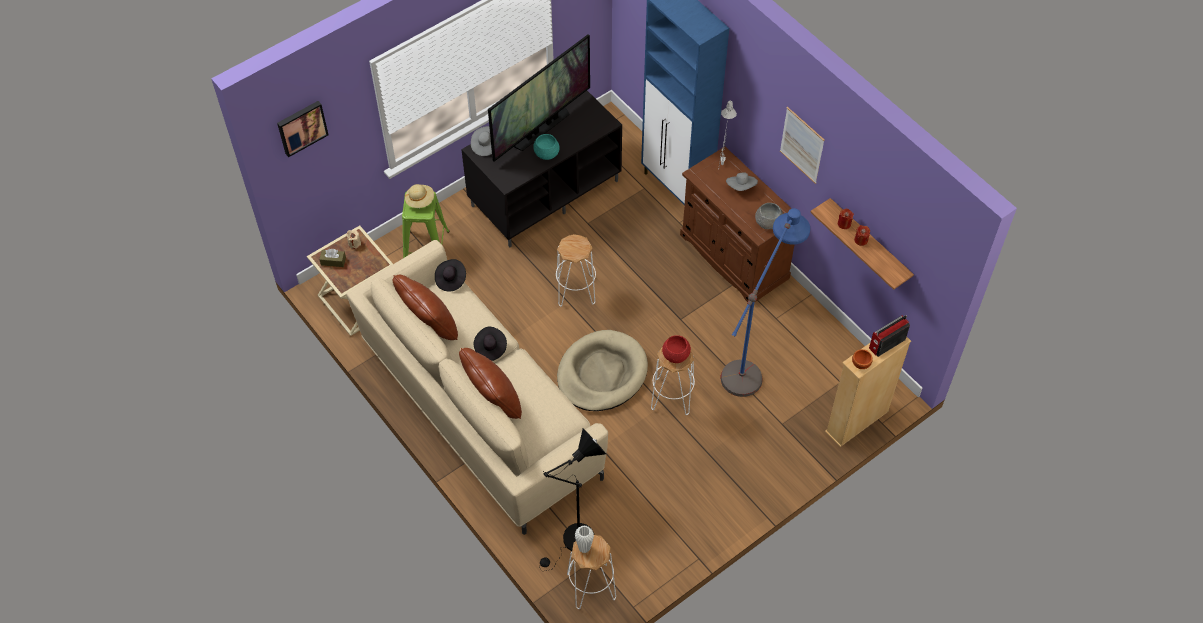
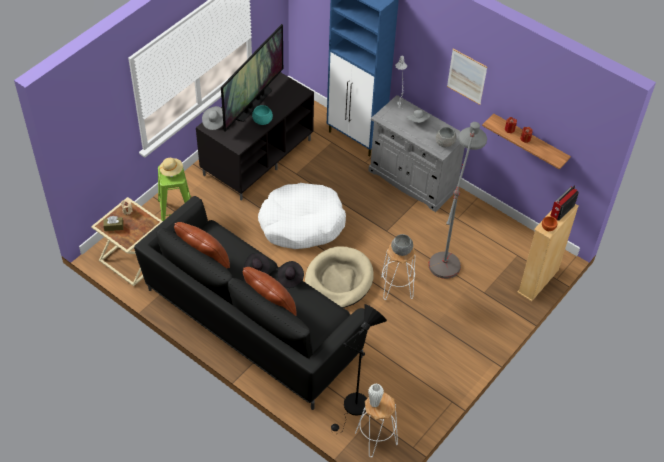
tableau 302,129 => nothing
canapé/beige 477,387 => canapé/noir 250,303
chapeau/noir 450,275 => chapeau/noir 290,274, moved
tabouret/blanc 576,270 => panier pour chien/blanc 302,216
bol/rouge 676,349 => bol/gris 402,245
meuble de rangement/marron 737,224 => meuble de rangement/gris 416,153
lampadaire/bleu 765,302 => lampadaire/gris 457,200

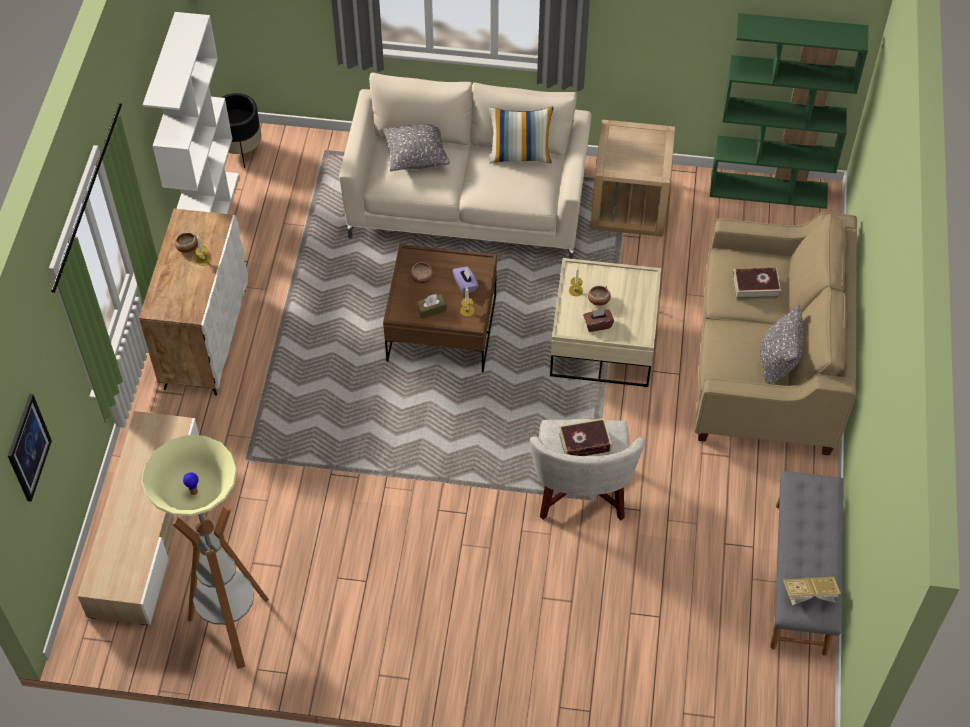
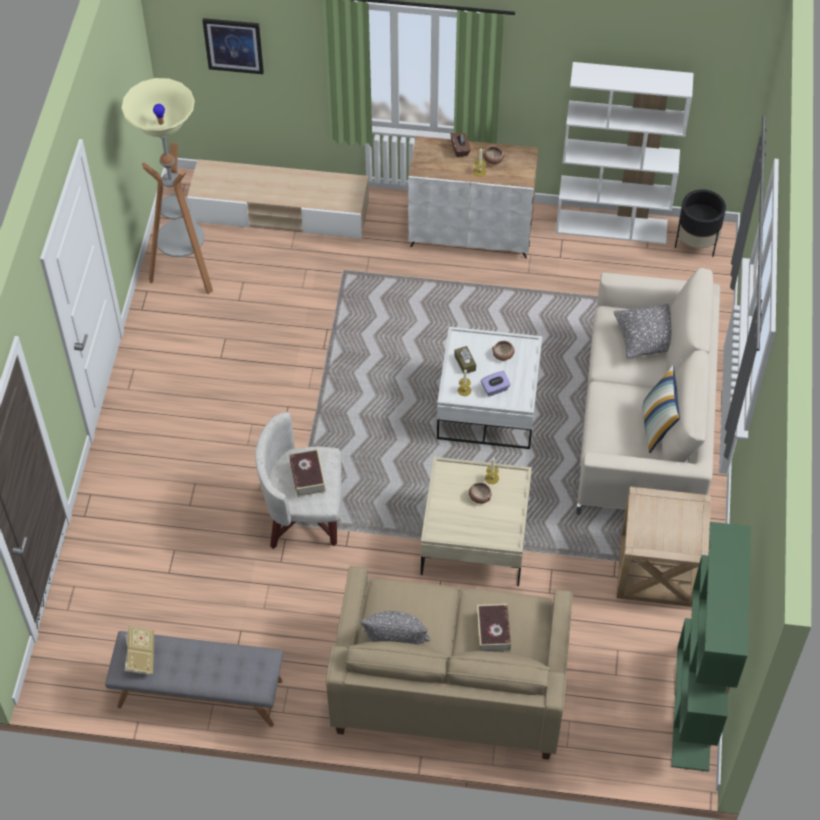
table basse/marron 440,308 => table basse/blanc 489,388
boîte à mouchoirs/marron 598,320 => boîte à mouchoirs/marron 460,144, moved

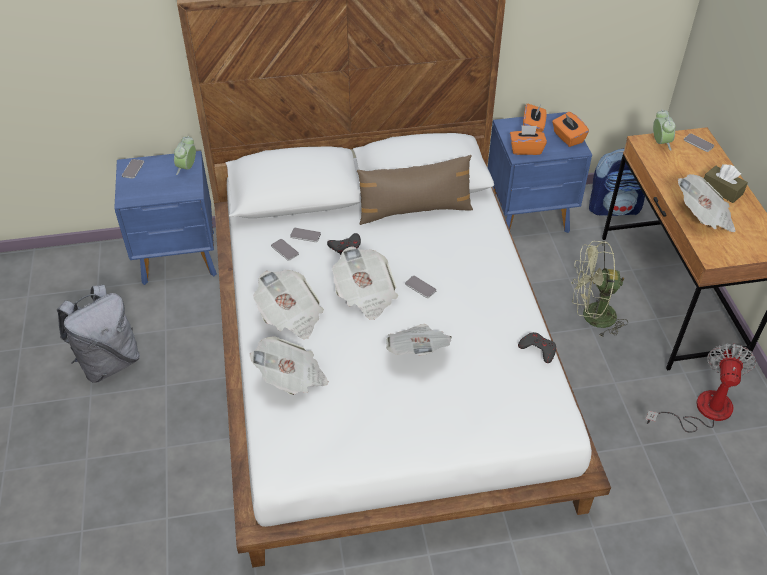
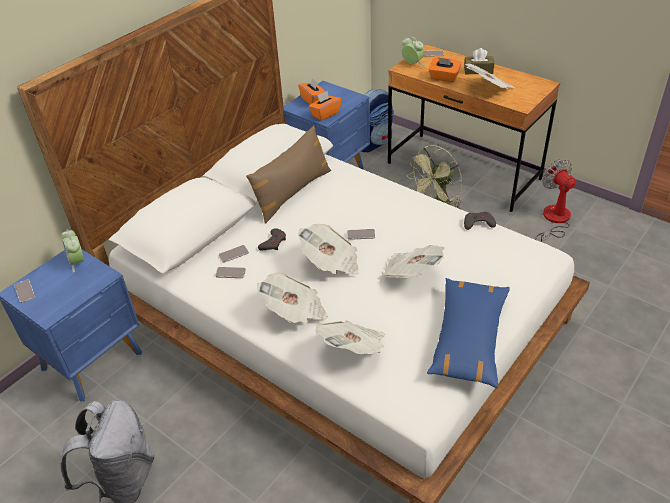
boîte à mouchoirs/orange 570,129 => boîte à mouchoirs/orange 444,69, moved
nothing => coussin/bleu 468,333

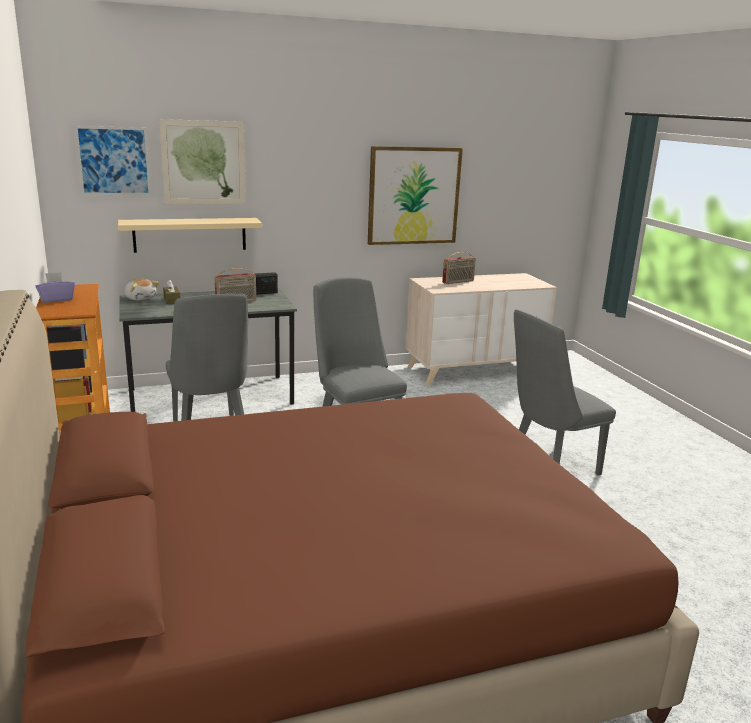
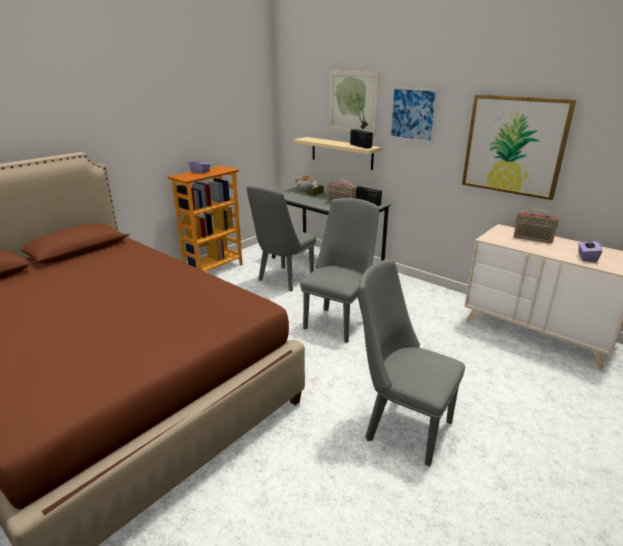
tableau 113,160 => tableau 414,115, moved
nothing => radio 361,139
nothing => boîte à mouchoirs/violet 590,251

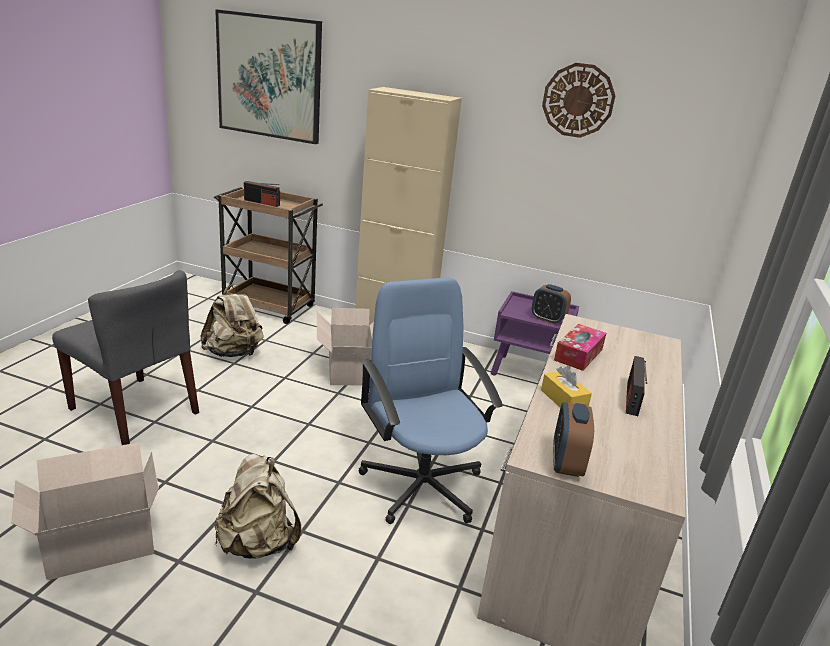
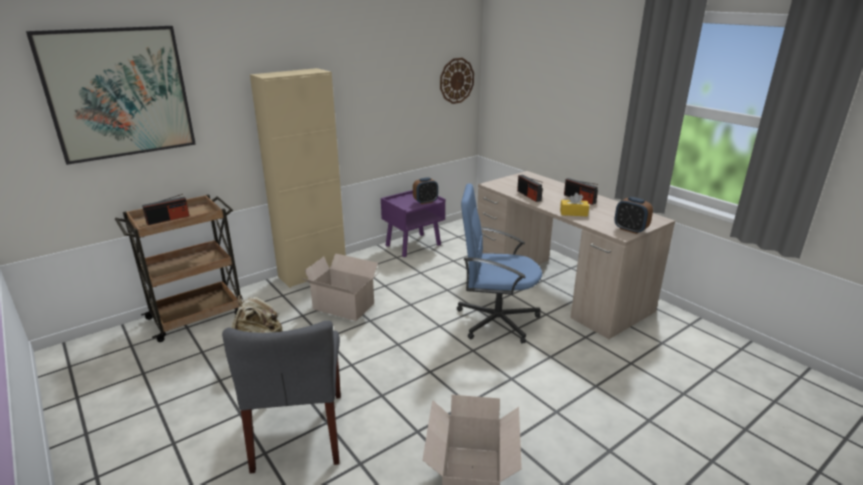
chaise/gris 125,357 => chaise/gris 281,397, 105 degrees clockwise
sac à dos/beige 258,506 => nothing
horloge murale 578,100 => horloge murale 457,81, moved
boîte à mouchoirs 580,347 => radio 530,188

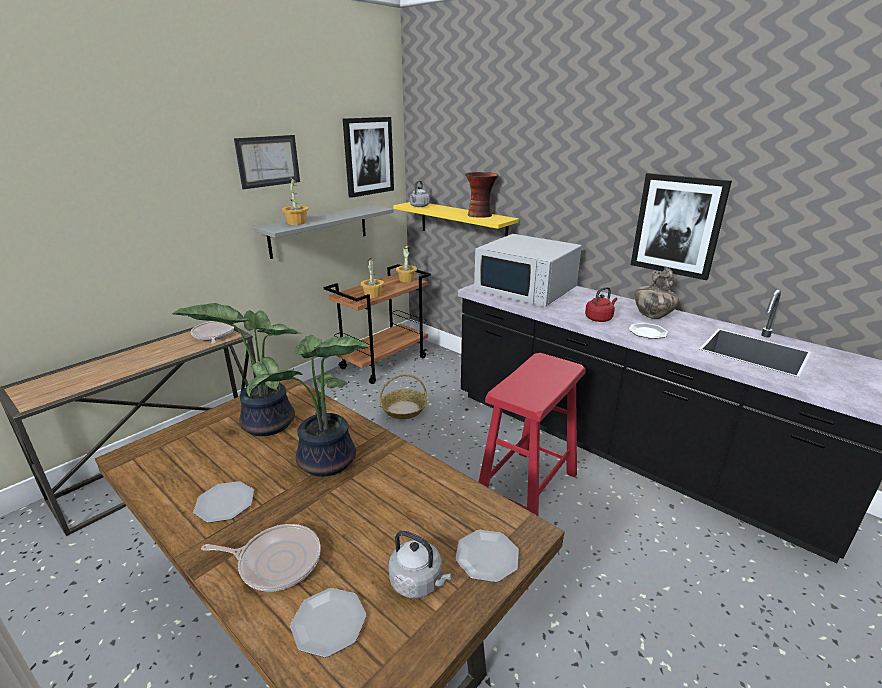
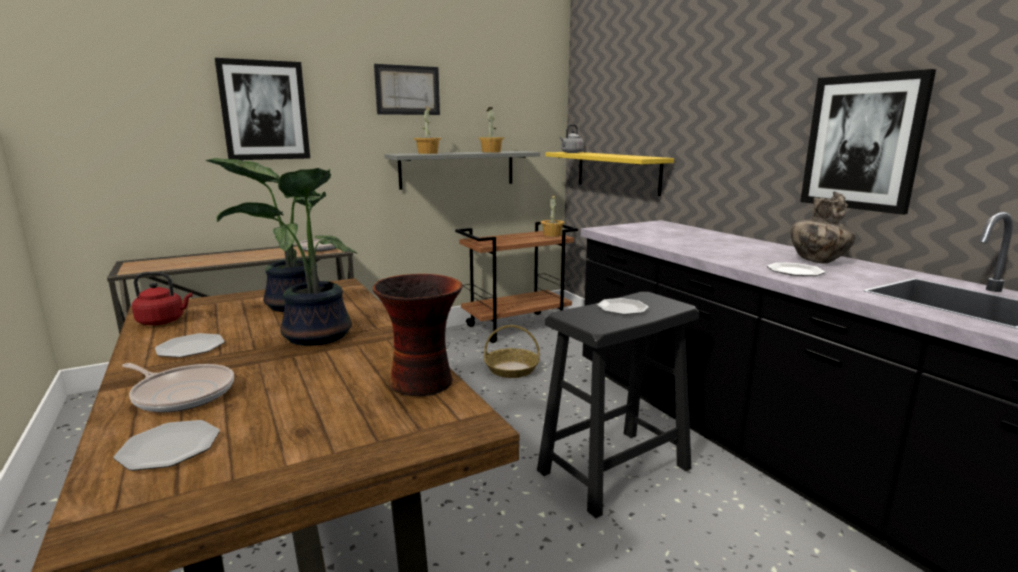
tableau 368,157 => tableau 262,109, moved
plante en pot 372,278 => plante en pot 491,130, moved
bouilloire/gris 420,564 => nothing
assiette 487,556 => assiette 623,306, moved
vase 482,195 => vase 418,335, moved
micro-ondes/blanc 528,270 => nothing
tabouret/rouge 532,434 => tabouret/noir 618,405
bouilloire/rouge 601,304 => bouilloire/rouge 162,298, moved

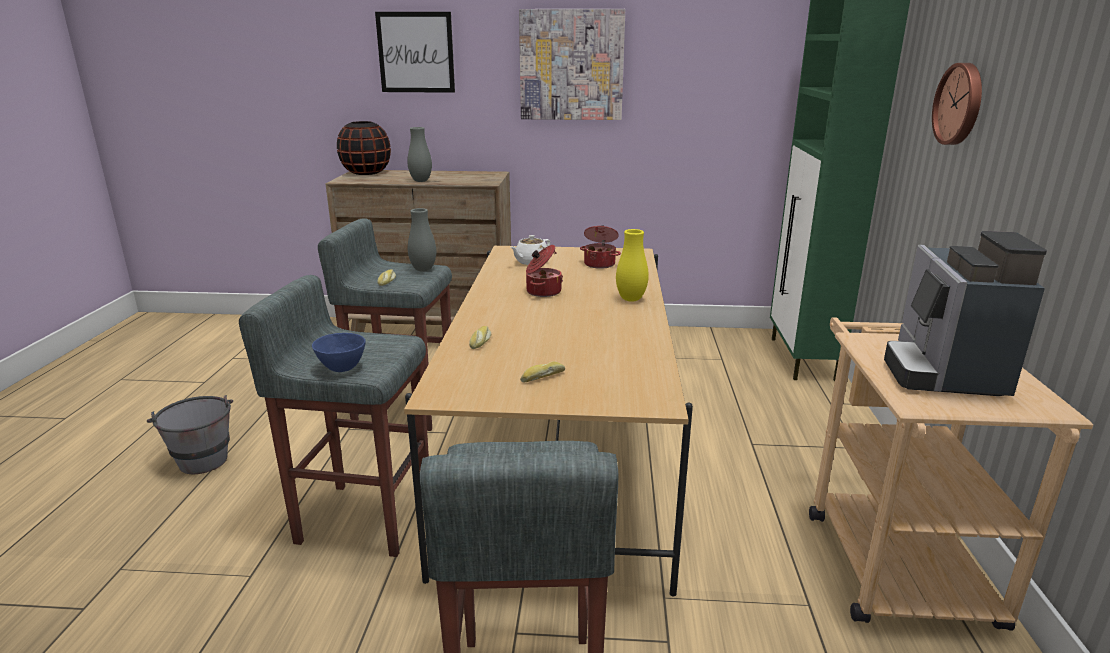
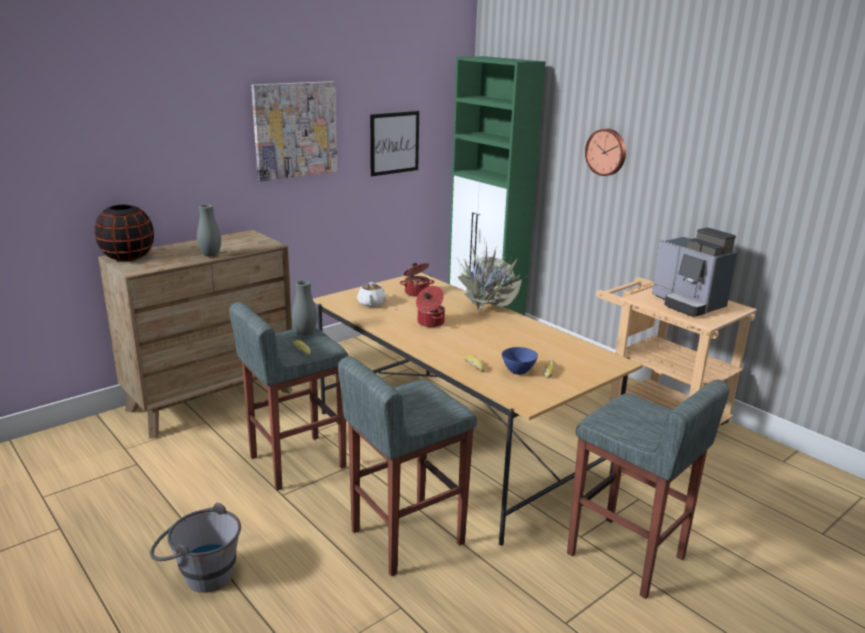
bol/bleu 339,352 => bol/bleu 520,361, moved
tableau 415,52 => tableau 394,143, moved
vase/jaune 632,265 => plante en pot 491,282

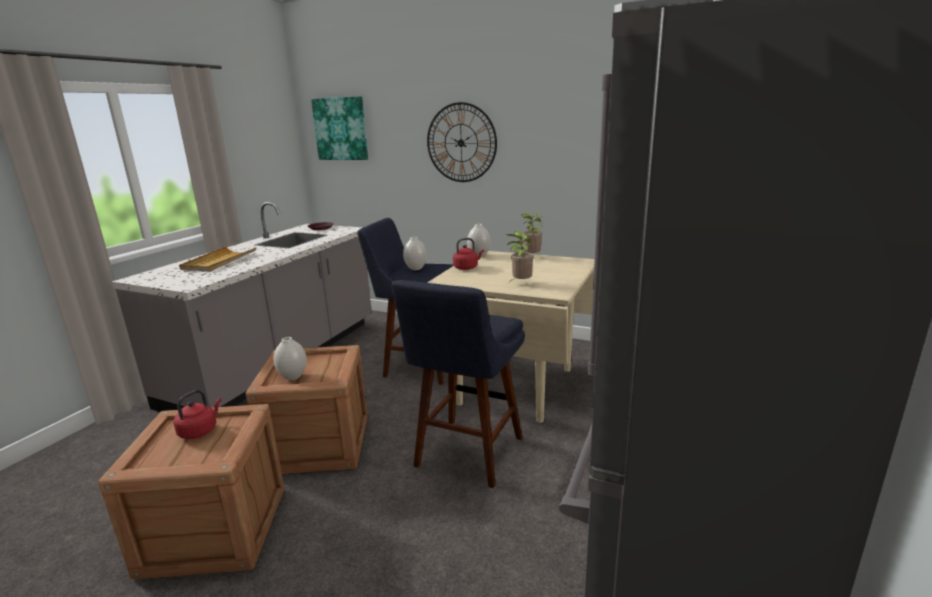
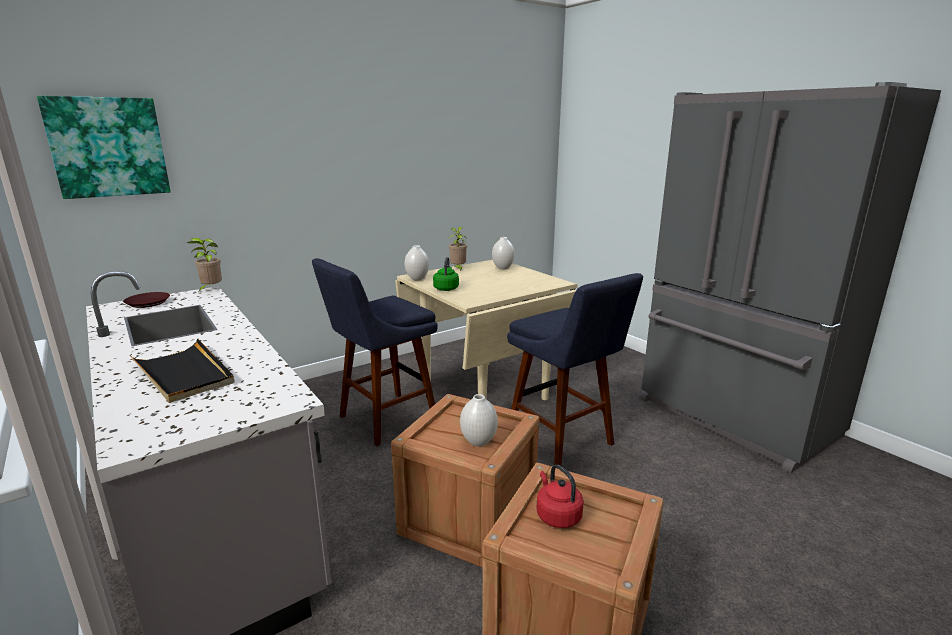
plateau/beige 217,259 => plateau/noir 182,370
vase/blanc 415,253 => vase/blanc 503,253, moved
horloge murale 462,142 => nothing
bouilloire/rouge 468,254 => bouilloire/vert 446,274
plante en pot 520,256 => plante en pot 204,264, moved

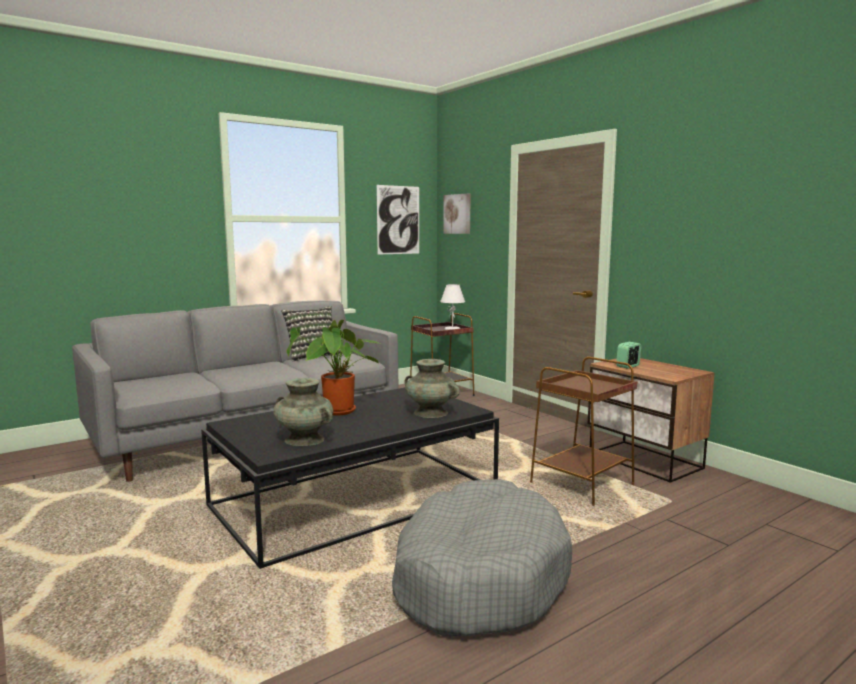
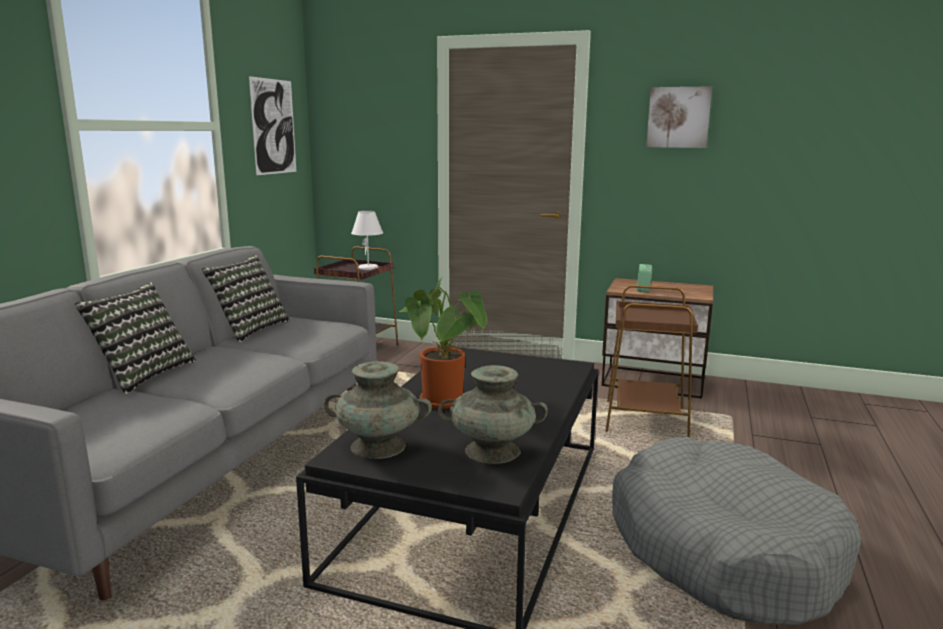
vase/turquoise 432,388 => vase/turquoise 378,410, moved
tableau 457,213 => tableau 679,117, moved
nothing => coussin 135,338

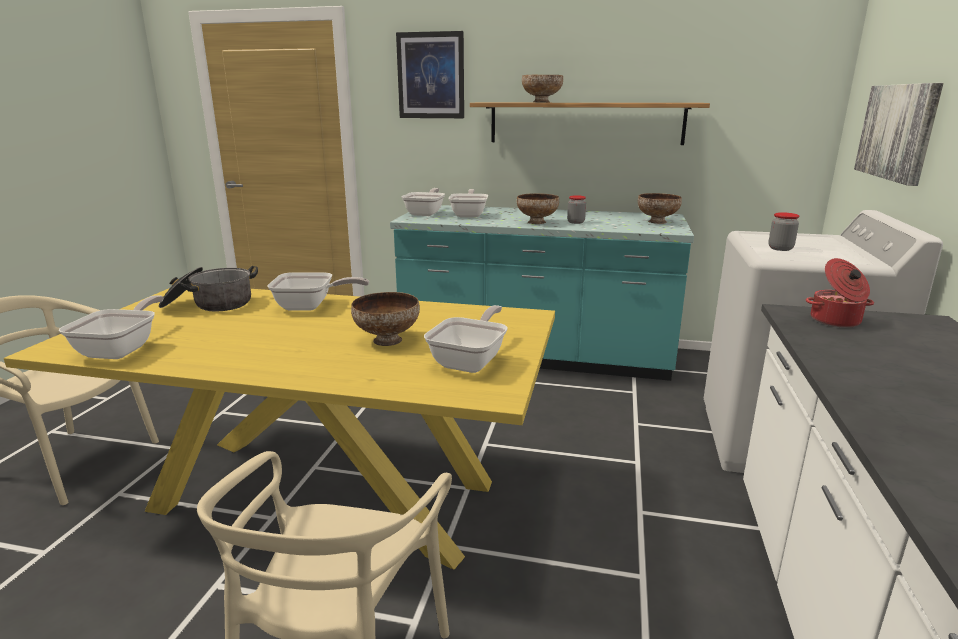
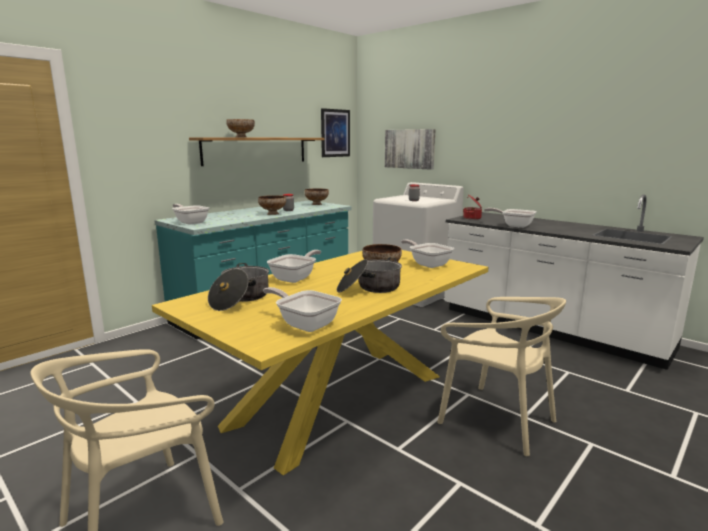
tableau 430,74 => tableau 335,132, moved
poêle 468,203 => poêle 510,218, moved
nothing => marmite 369,275

